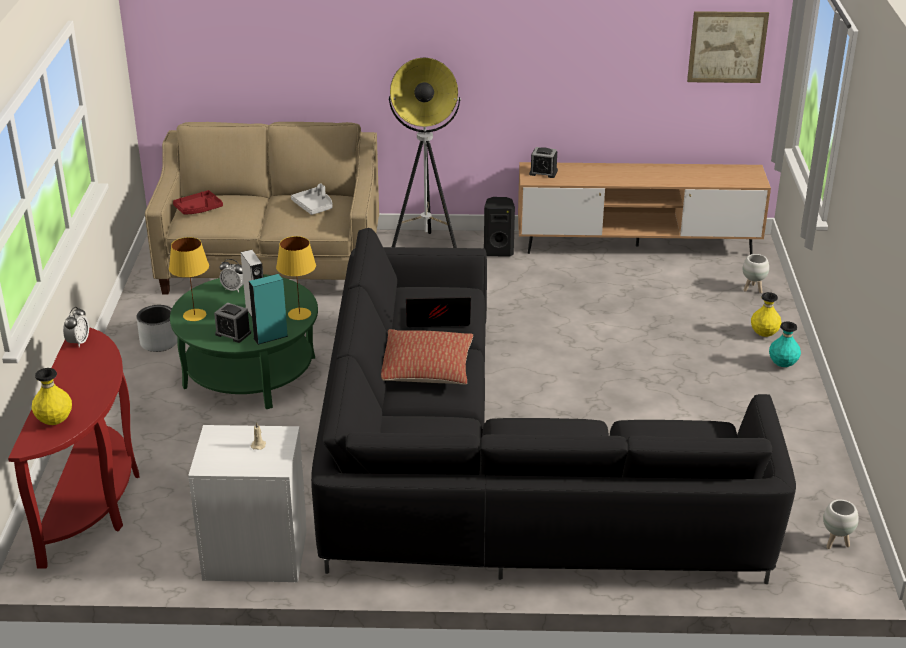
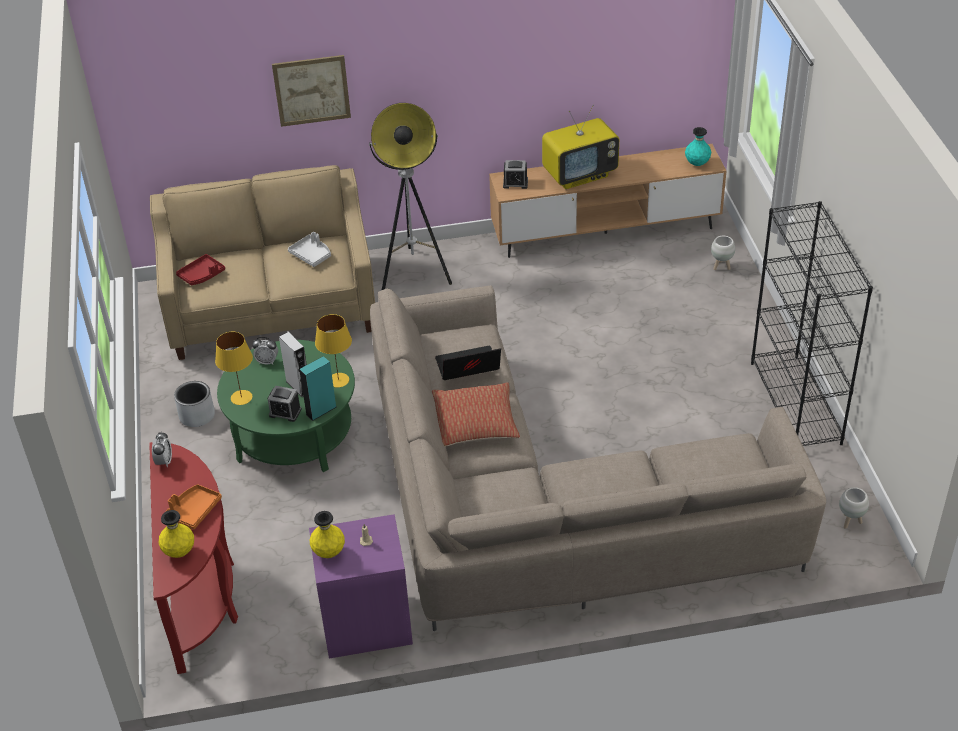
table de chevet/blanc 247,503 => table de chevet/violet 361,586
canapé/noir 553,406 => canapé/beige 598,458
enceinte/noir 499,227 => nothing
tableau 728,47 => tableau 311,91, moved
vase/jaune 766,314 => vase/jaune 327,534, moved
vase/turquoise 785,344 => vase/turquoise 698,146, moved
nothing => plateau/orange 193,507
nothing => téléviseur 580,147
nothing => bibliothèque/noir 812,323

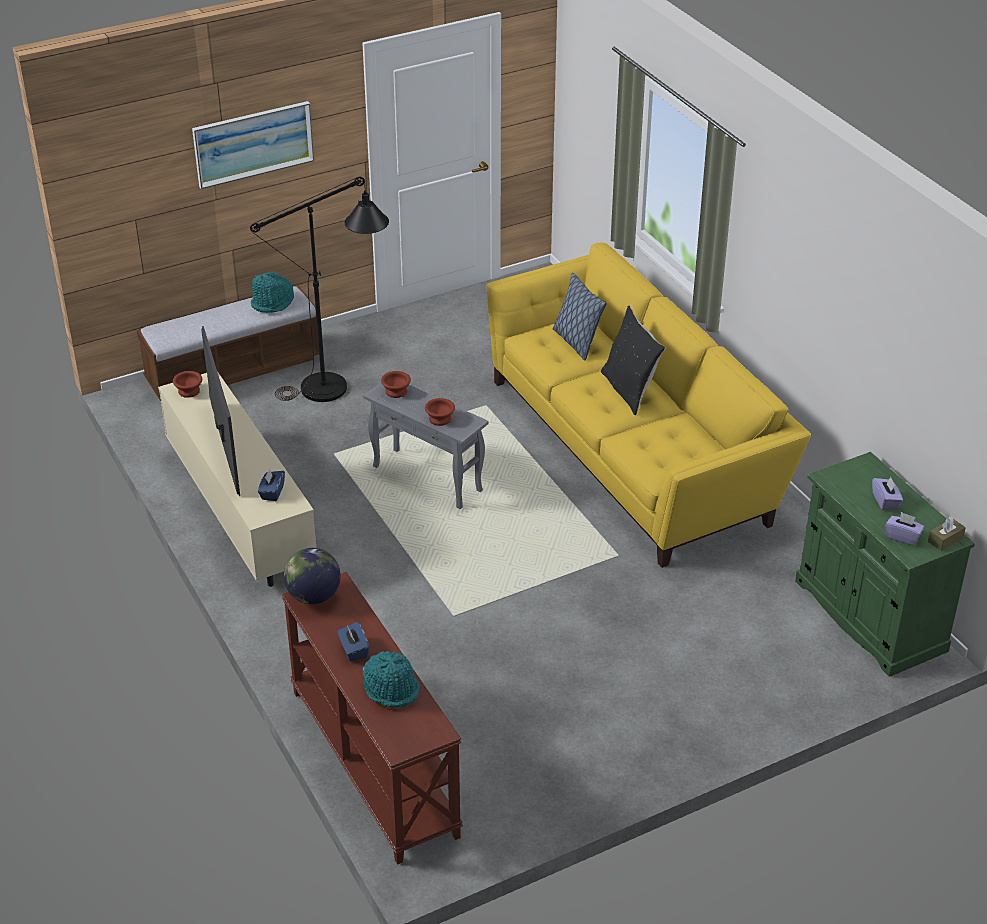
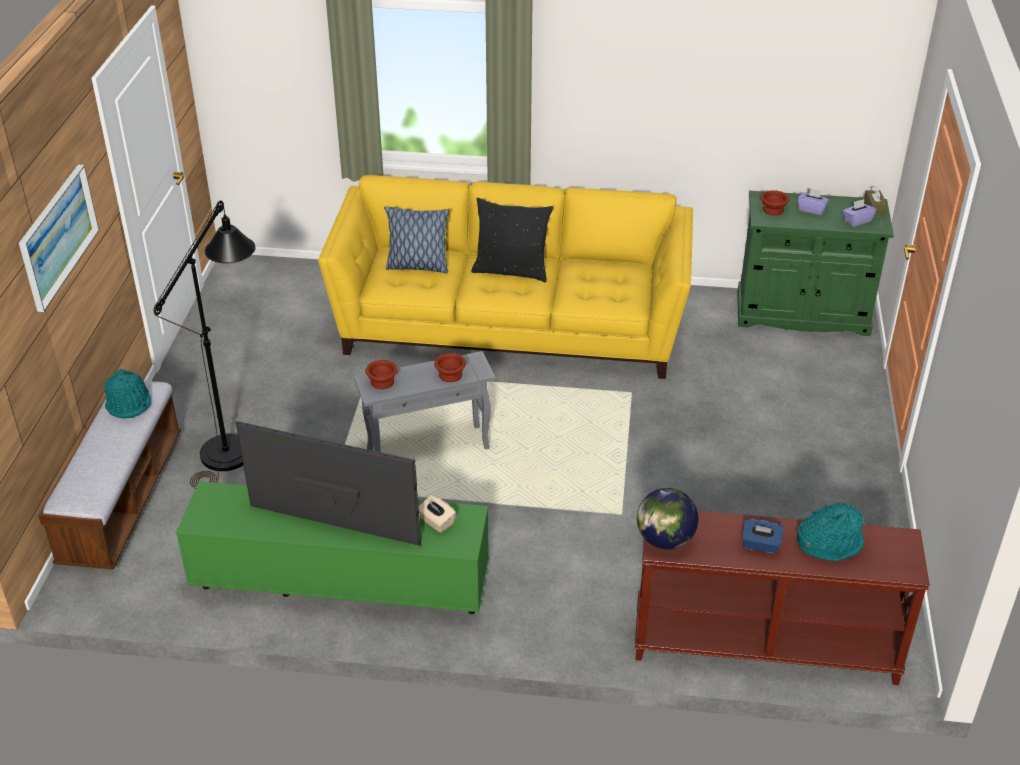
meuble télé/beige 237,479 => meuble télé/vert 332,547
bol/marron 187,384 => bol/marron 775,202, moved
boîte à mouchoirs/bleu 271,485 => boîte à mouchoirs/beige 437,514

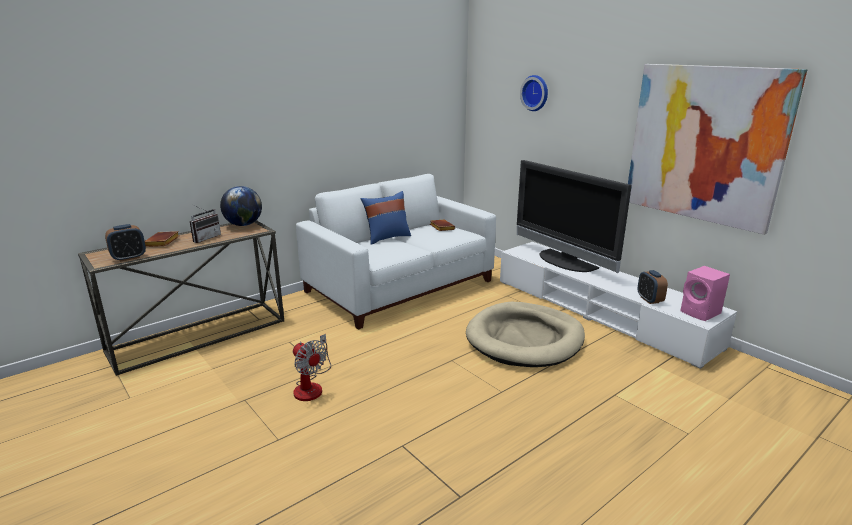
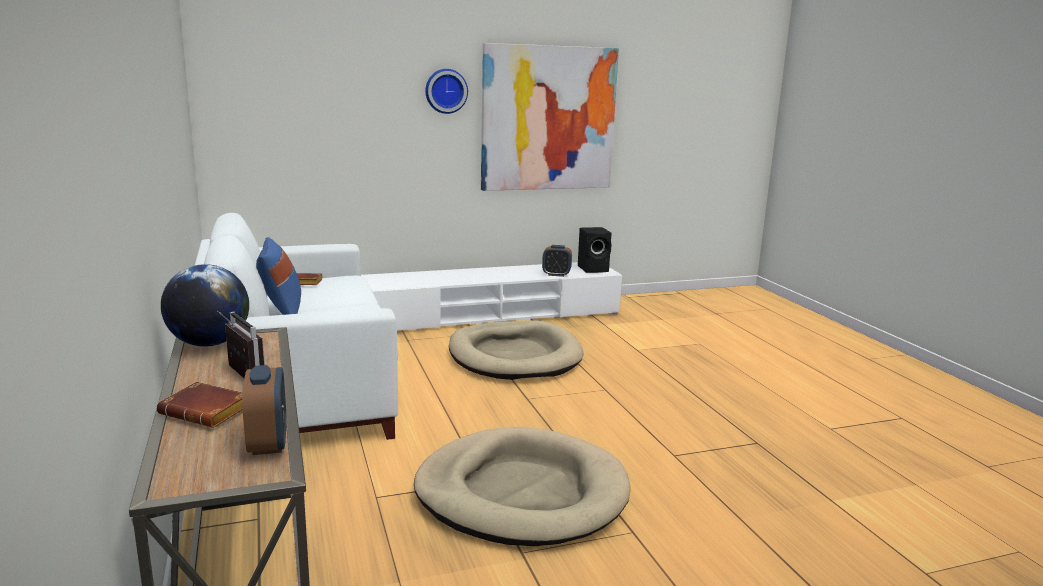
ventilateur 312,367 => panier pour chien/beige 522,486
téléviseur 574,216 => nothing
horloge murale 534,93 => horloge murale 446,91, moved
enceinte/rose 705,293 => enceinte/noir 595,250

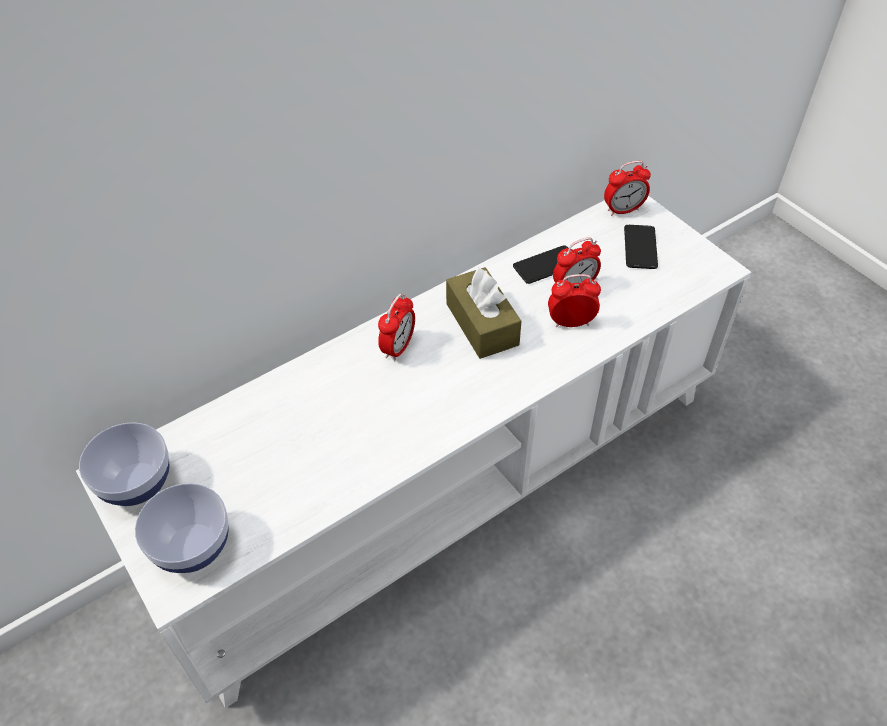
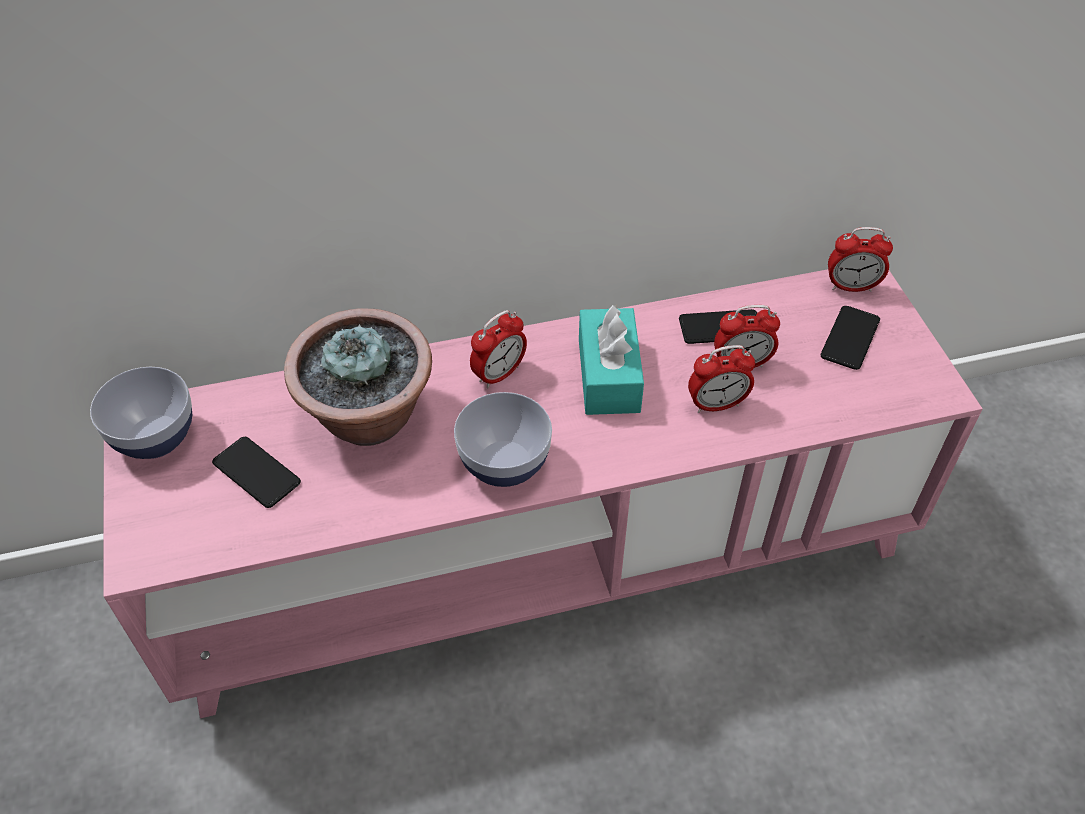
meuble télé/blanc 413,452 => meuble télé/rose 543,493
bol 182,528 => bol 503,439, moved
boîte à mouchoirs/marron 483,313 => boîte à mouchoirs/turquoise 611,359
réveil 574,300 => réveil 721,379, 150 degrees clockwise
nothing => téléphone 256,472
nothing => plante en pot 358,377

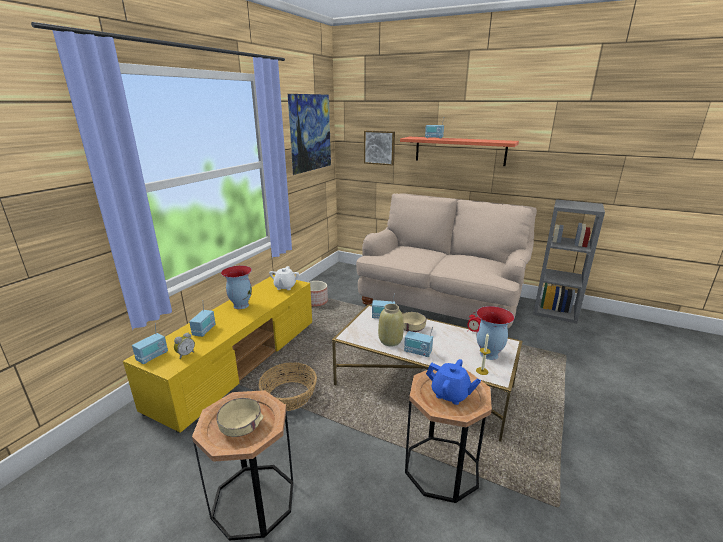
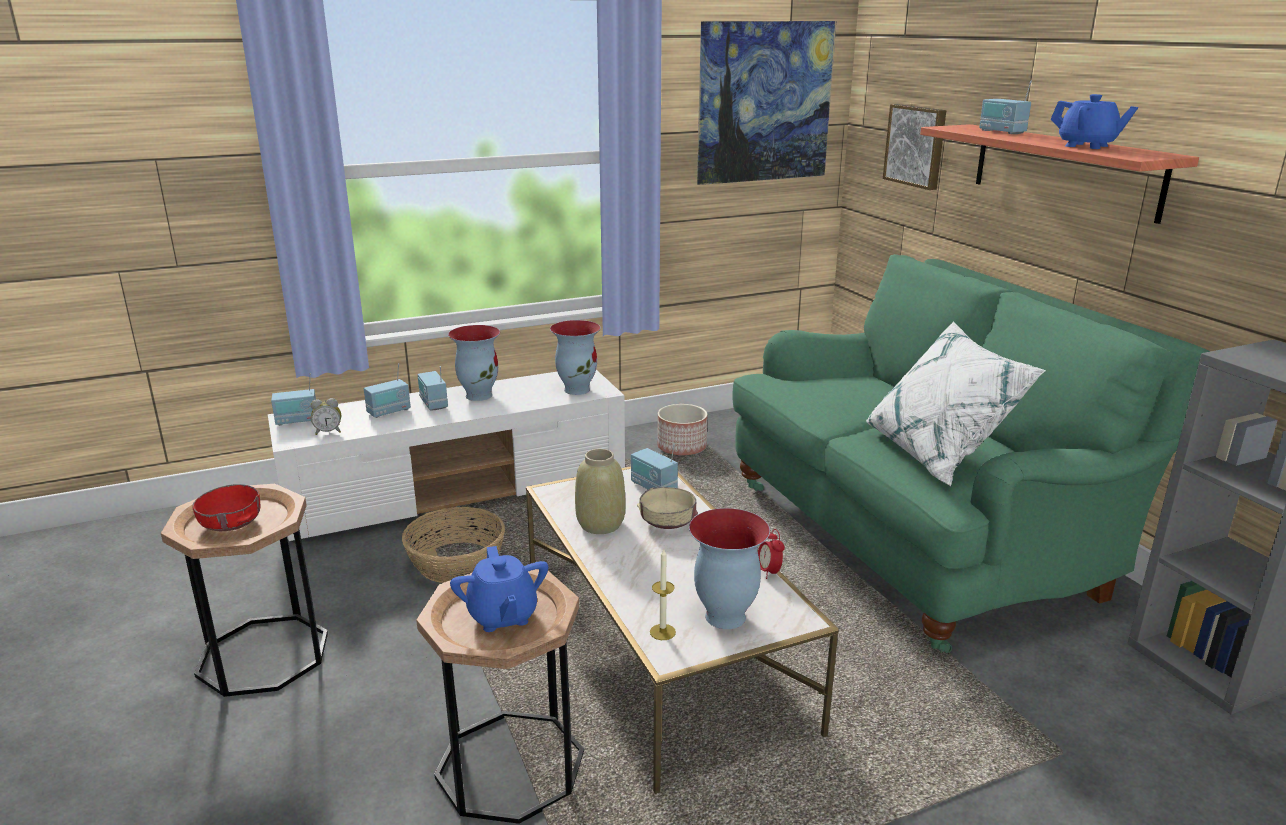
meuble télé/jaune 217,354 => meuble télé/blanc 446,456
bol/beige 240,417 => bol/rouge 226,507
théière/blanc 284,278 => vase 575,357
canapé/beige 446,261 => canapé/vert 971,453
radio 418,342 => radio 433,388, moved
nothing => coussin/blanc 956,403
nothing => théière/bleu 1094,121

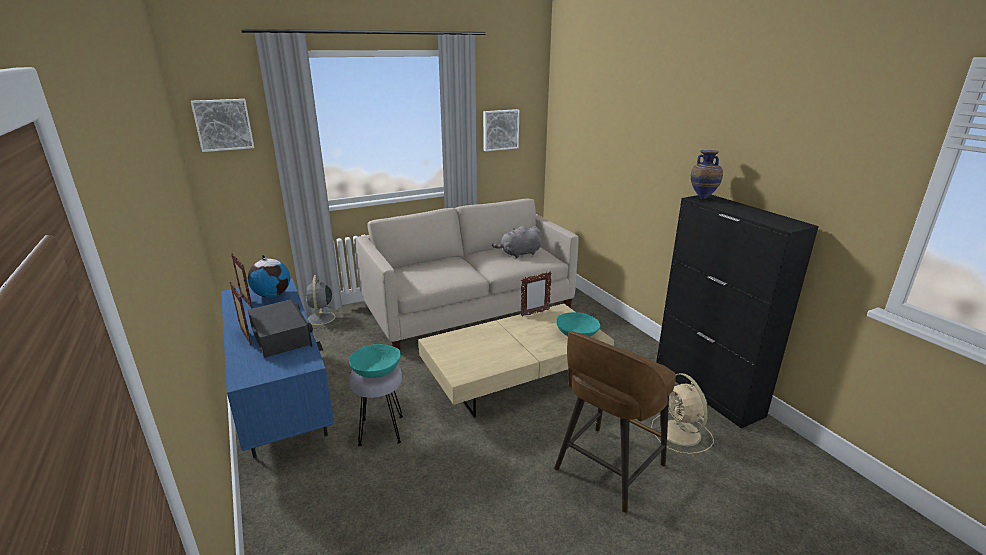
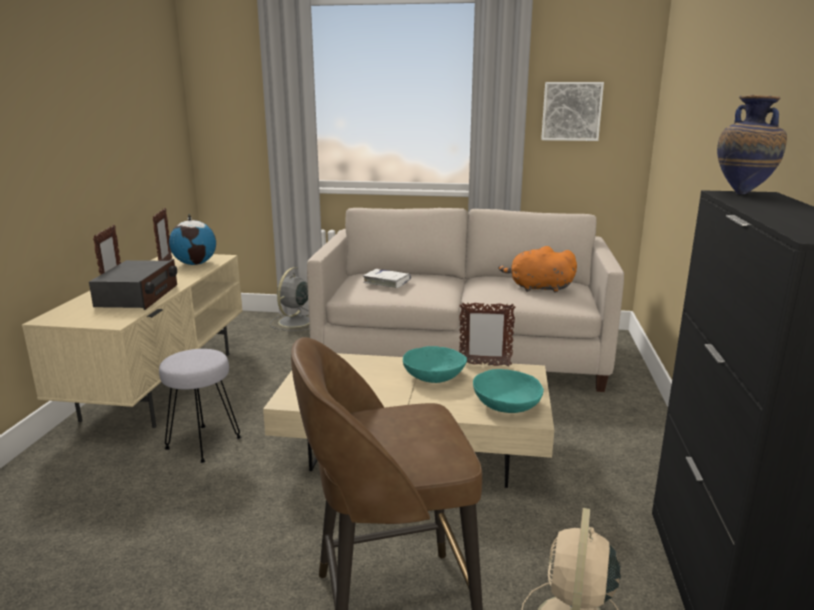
tableau 222,125 => nothing
meuble télé/bleu 277,368 => meuble télé/beige 132,340
bol/turquoise 375,361 => bol/turquoise 435,364, moved
peluche/gris 517,242 => peluche/orange 537,269
nothing => livre/blanc 387,278

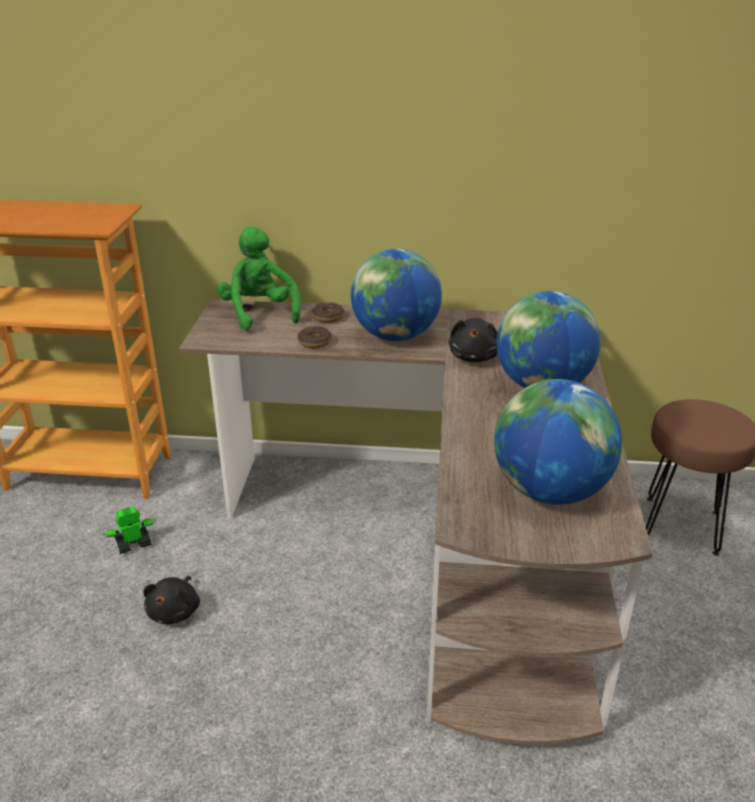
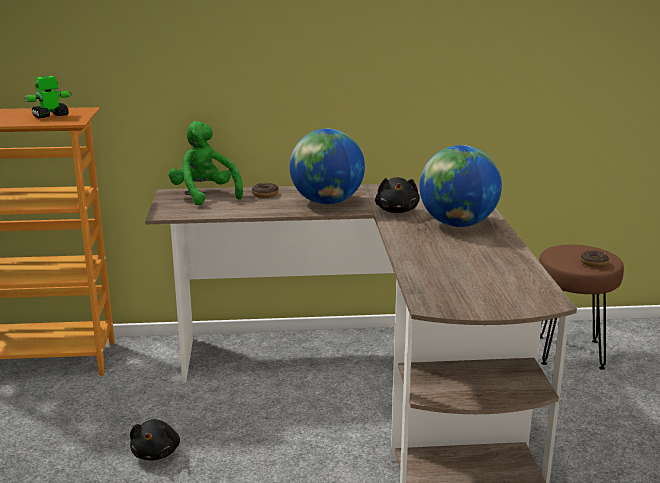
robot jouet 129,530 => robot jouet 47,97, moved
beignet 315,337 => beignet 594,258, moved
globe 558,442 => nothing

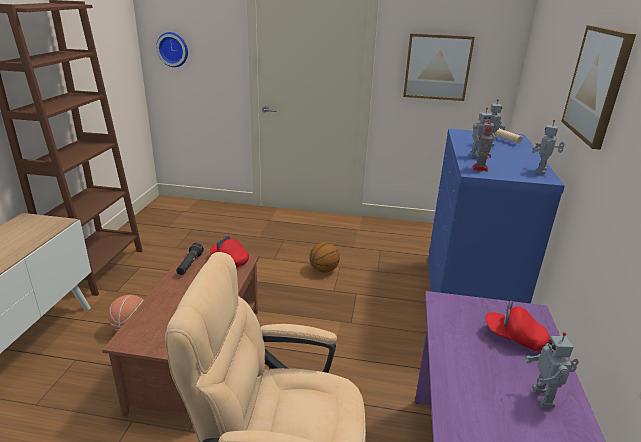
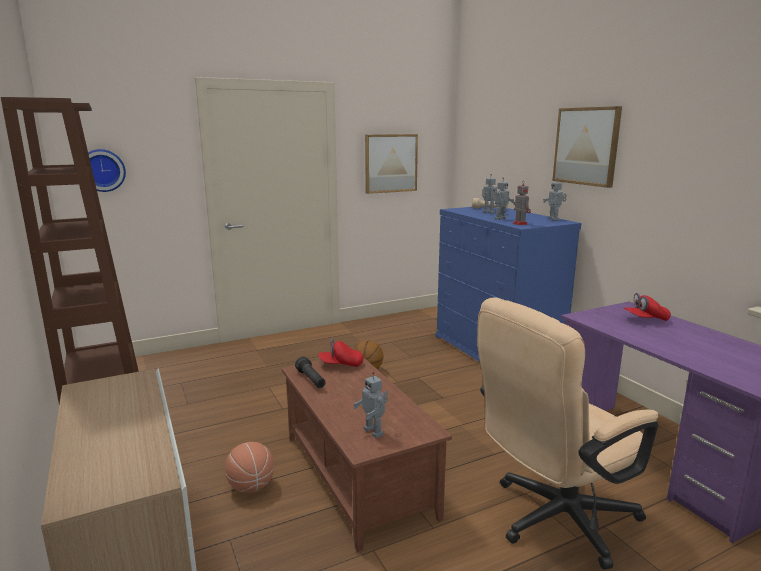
robot jouet 552,370 => robot jouet 371,405, moved

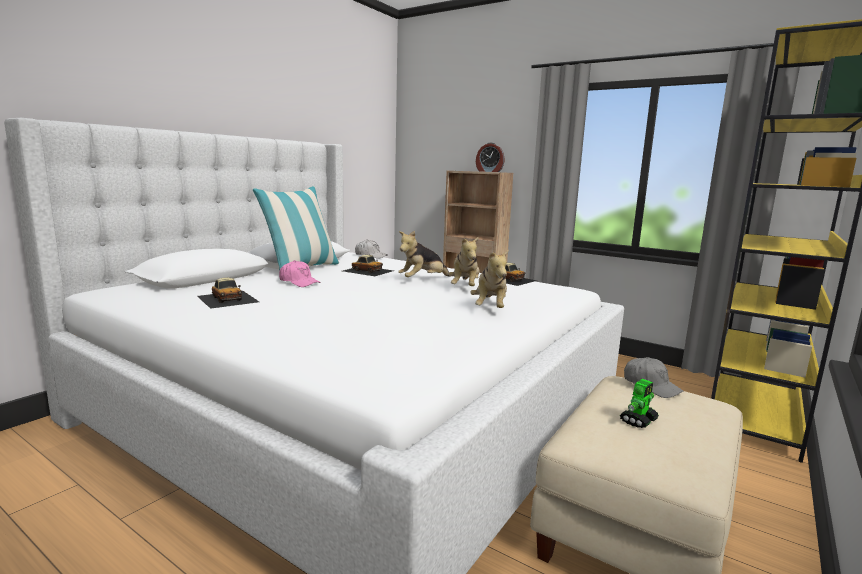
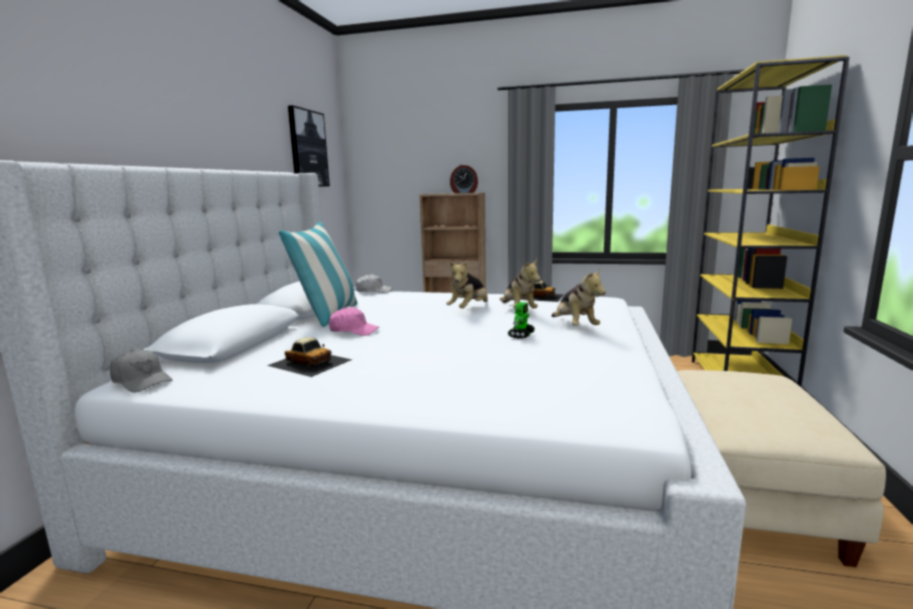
petite voiture 368,265 => nothing
robot jouet 639,403 => robot jouet 521,320, moved
casquette/gris 654,377 => casquette/gris 141,370, moved
nothing => tableau 309,146

